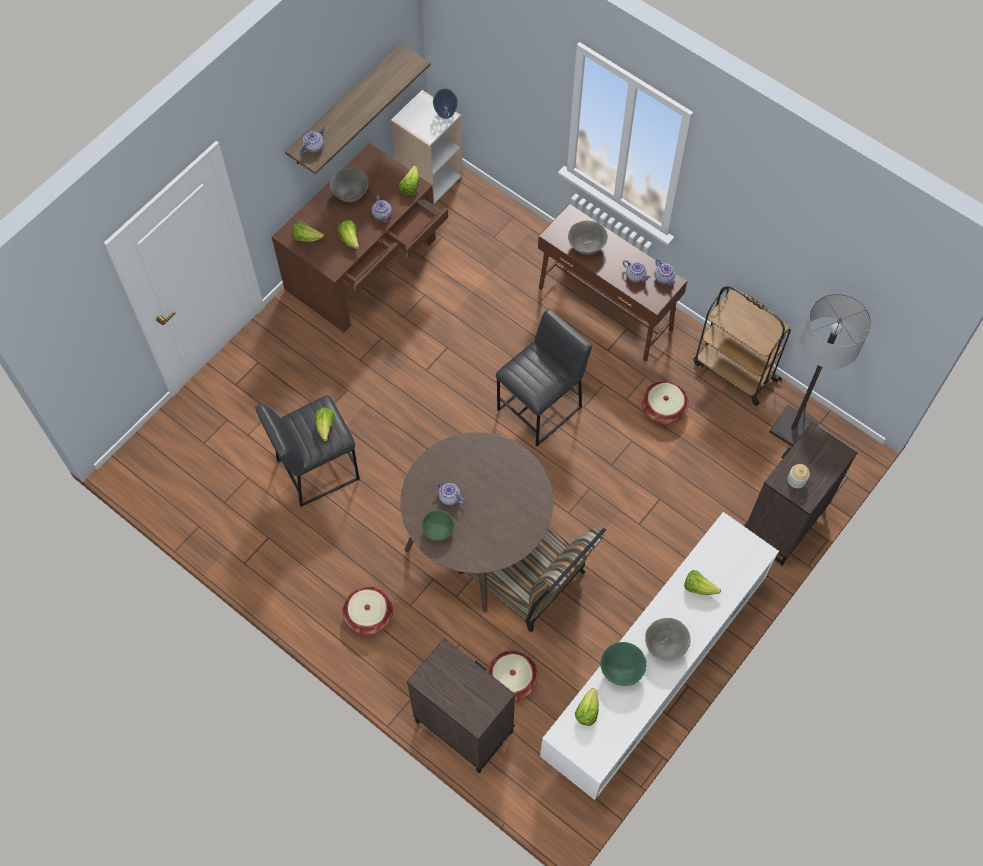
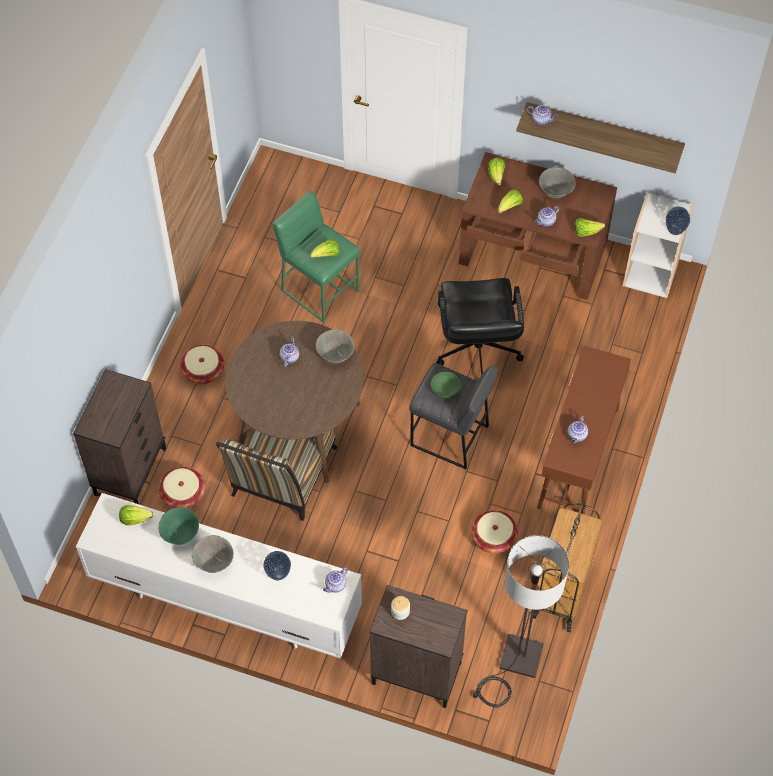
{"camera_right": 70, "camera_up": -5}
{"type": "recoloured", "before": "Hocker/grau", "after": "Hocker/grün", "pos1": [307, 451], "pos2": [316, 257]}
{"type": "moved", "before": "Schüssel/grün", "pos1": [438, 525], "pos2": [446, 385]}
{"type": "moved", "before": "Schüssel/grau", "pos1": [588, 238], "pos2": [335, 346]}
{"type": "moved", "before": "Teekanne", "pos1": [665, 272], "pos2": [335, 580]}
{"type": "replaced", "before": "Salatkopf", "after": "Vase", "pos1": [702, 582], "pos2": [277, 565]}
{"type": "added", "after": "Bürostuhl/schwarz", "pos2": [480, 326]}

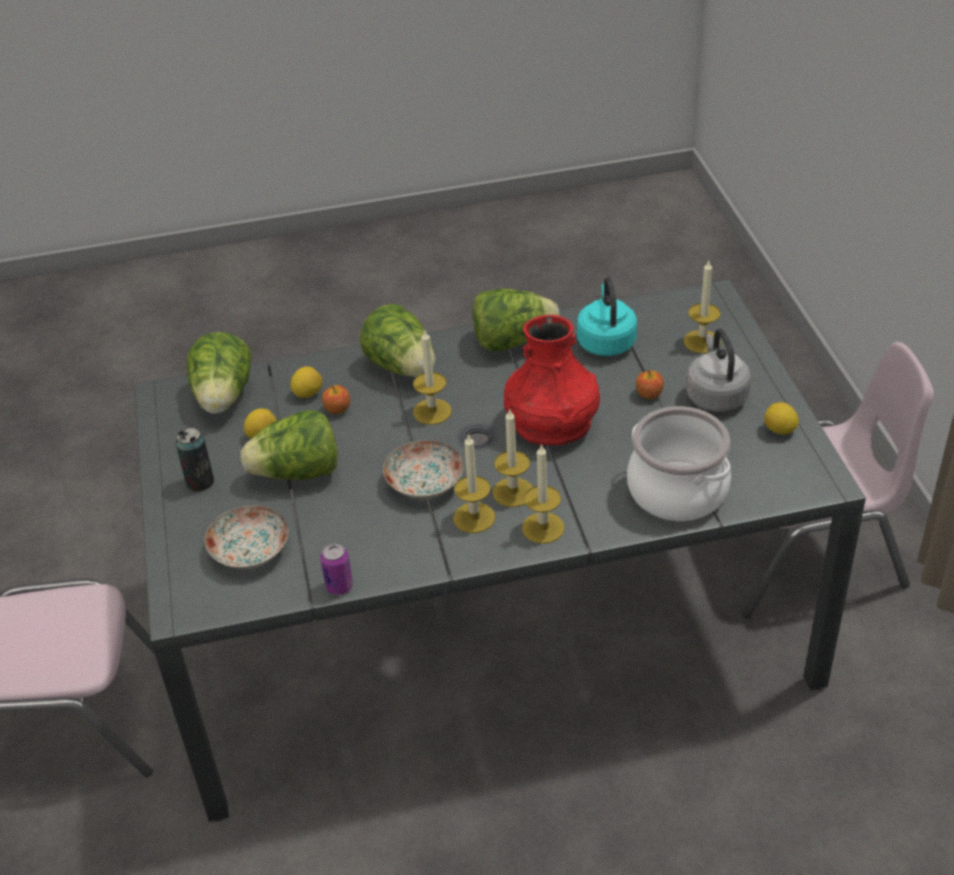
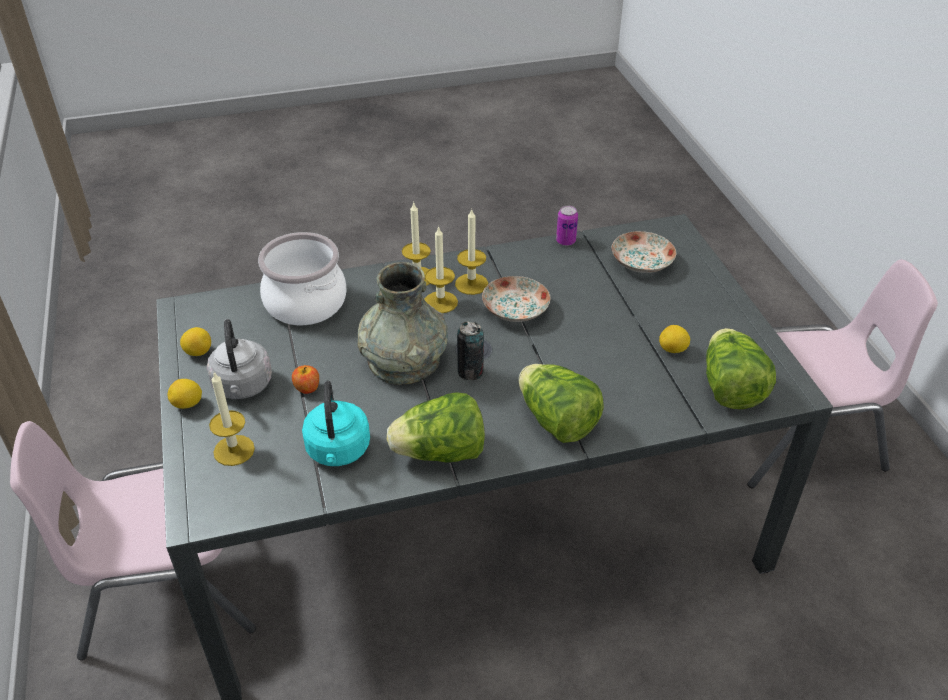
{"camera_right": 175, "camera_up": 0}
{"type": "moved", "before": "Dose", "pos1": [194, 459], "pos2": [470, 351]}
{"type": "removed", "before": "Salatkopf", "pos1": [289, 445]}
{"type": "moved", "before": "Zitrone", "pos1": [306, 382], "pos2": [184, 394]}
{"type": "removed", "before": "Apfel", "pos1": [336, 399]}
{"type": "removed", "before": "Kerze", "pos1": [432, 377]}
{"type": "recoloured", "before": "Vase/rot", "after": "Vase/grau", "pos1": [552, 380], "pos2": [402, 323]}

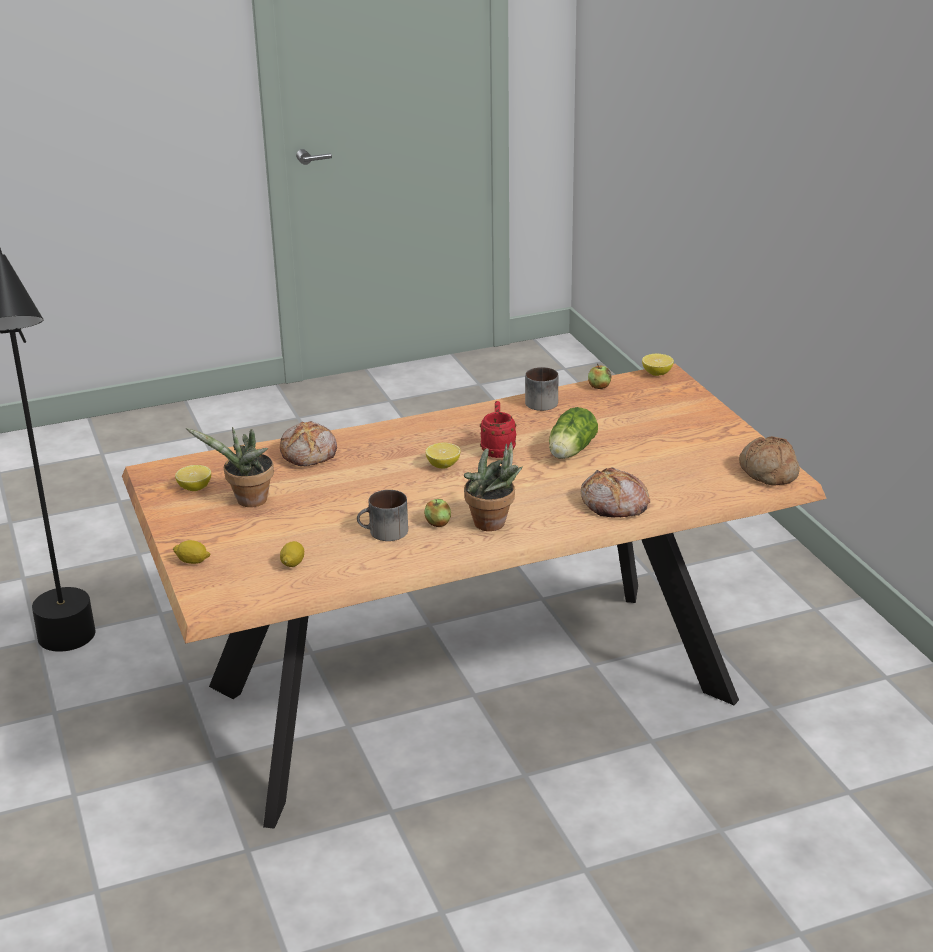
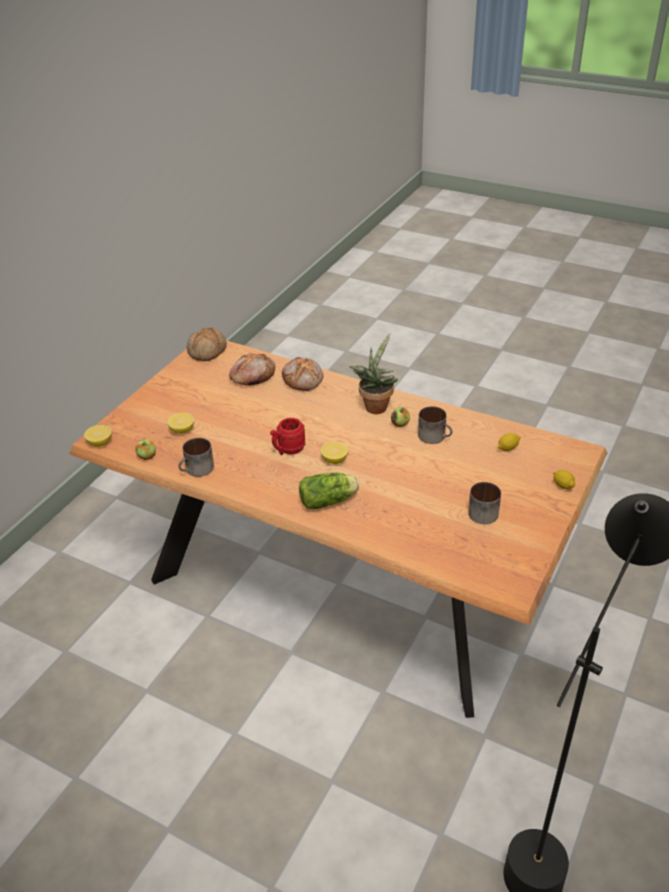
{"camera_right": -130, "camera_up": 10}
{"type": "moved", "before": "Zitrone", "pos1": [193, 478], "pos2": [181, 423]}
{"type": "replaced", "before": "Topfpflanze", "after": "Henkelbecher", "pos1": [230, 467], "pos2": [484, 503]}
{"type": "moved", "before": "Brot", "pos1": [308, 443], "pos2": [252, 369]}
{"type": "moved", "before": "Salatkopf", "pos1": [573, 433], "pos2": [329, 491]}

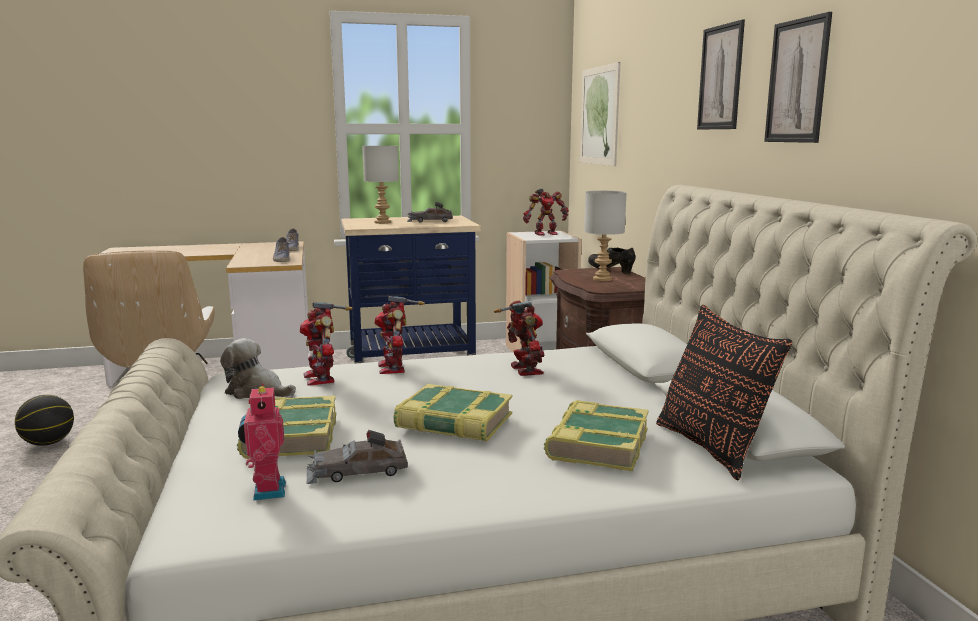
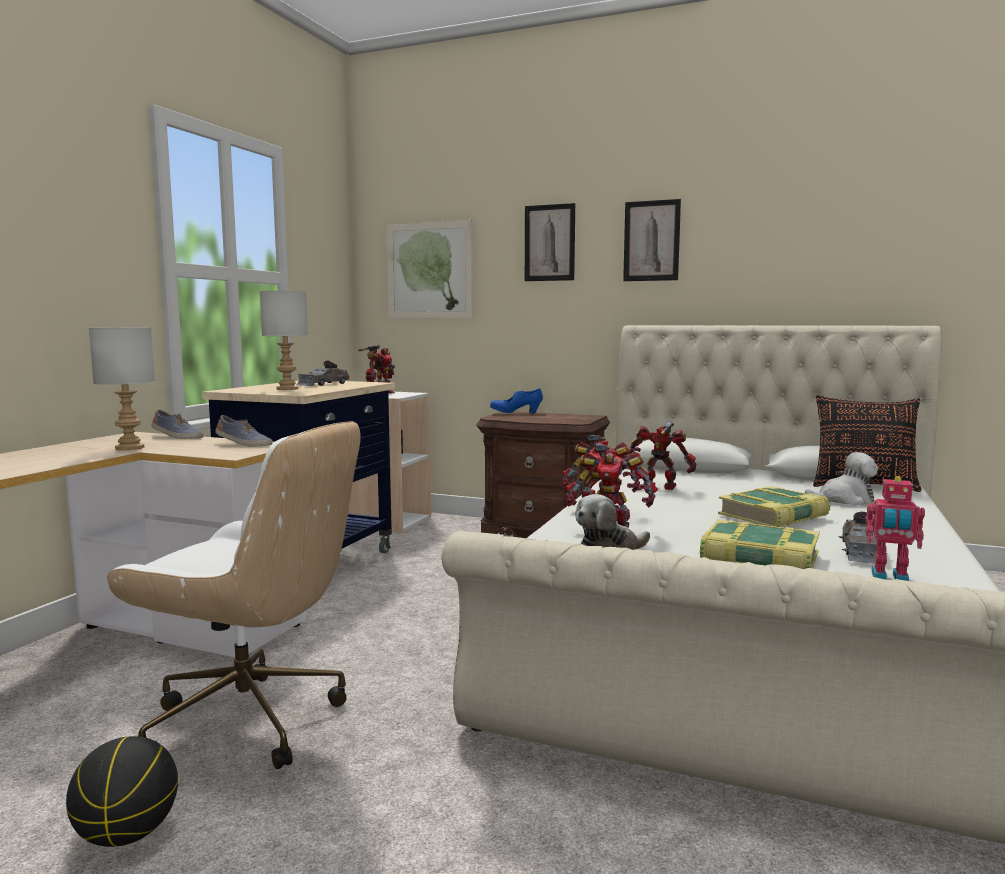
{"camera_right": -55, "camera_up": -5}
{"type": "replaced", "before": "Buch", "after": "Plüschtier", "pos1": [596, 435], "pos2": [841, 478]}
{"type": "moved", "before": "Tischlampe/grau", "pos1": [605, 236], "pos2": [122, 388]}
{"type": "recoloured", "before": "Schuh/schwarz", "after": "Schuh/blau", "pos1": [611, 261], "pos2": [516, 400]}
{"type": "moved", "before": "Bild", "pos1": [798, 77], "pos2": [550, 242]}

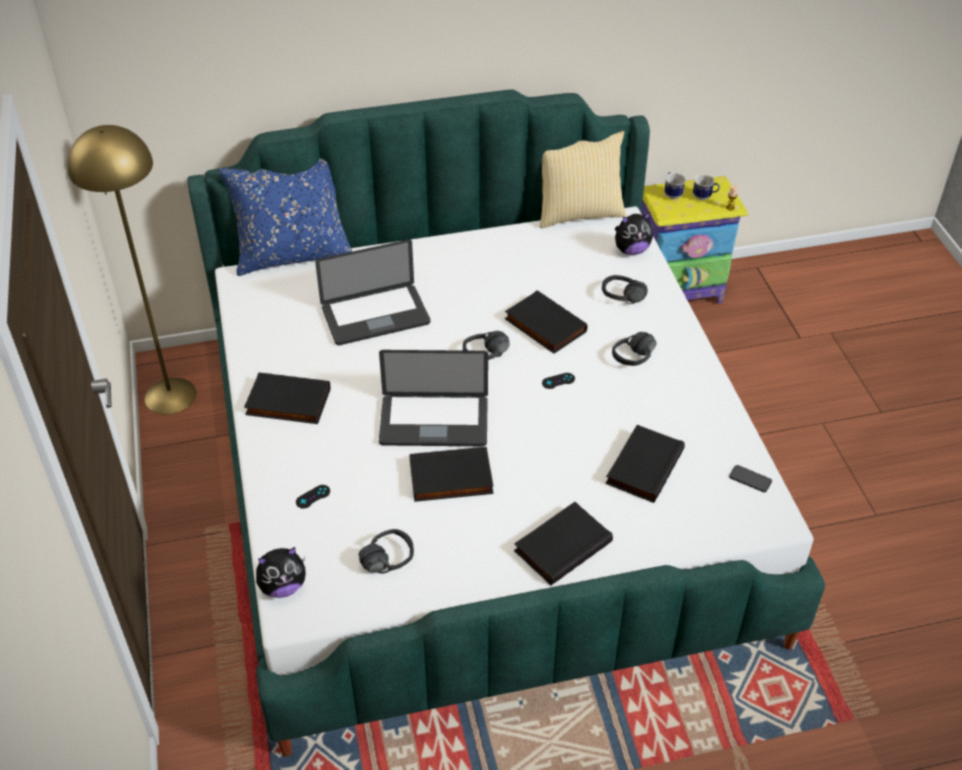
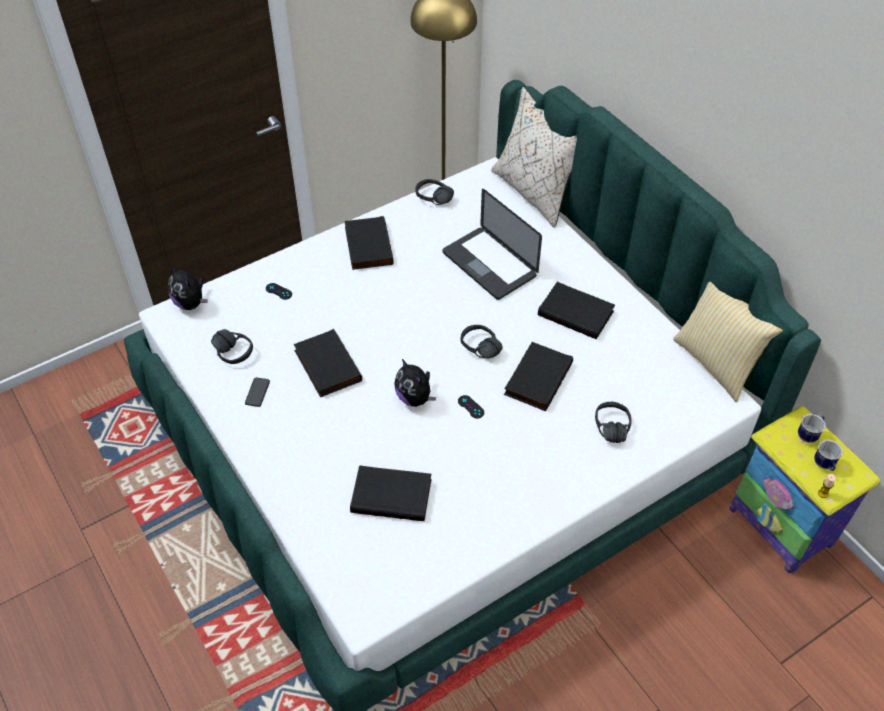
{"camera_right": 70, "camera_up": 5}
{"type": "recoloured", "before": "Kissen/blau", "after": "Kissen/beige", "pos1": [285, 217], "pos2": [534, 157]}
{"type": "removed", "before": "Laptop", "pos1": [433, 398]}
{"type": "moved", "before": "Buch/schwarz", "pos1": [563, 543], "pos2": [576, 310]}
{"type": "moved", "before": "Kopfhörer/schwarz", "pos1": [634, 349], "pos2": [435, 192]}
{"type": "moved", "before": "Plüschtier", "pos1": [634, 233], "pos2": [415, 383]}
{"type": "moved", "before": "Handy", "pos1": [750, 478], "pos2": [257, 392]}

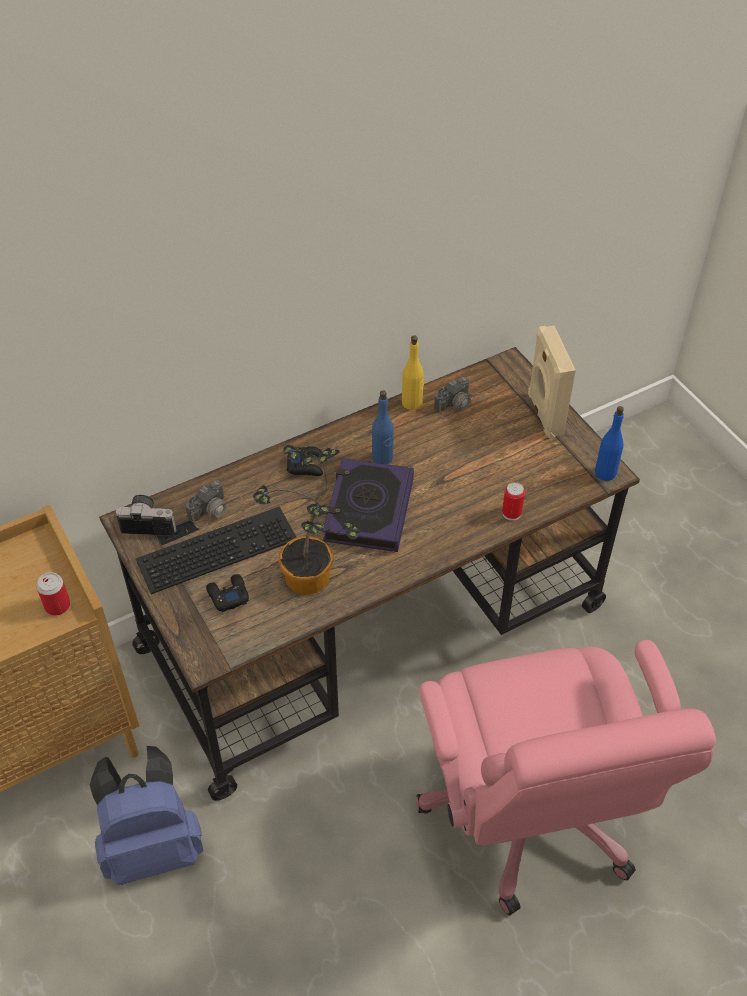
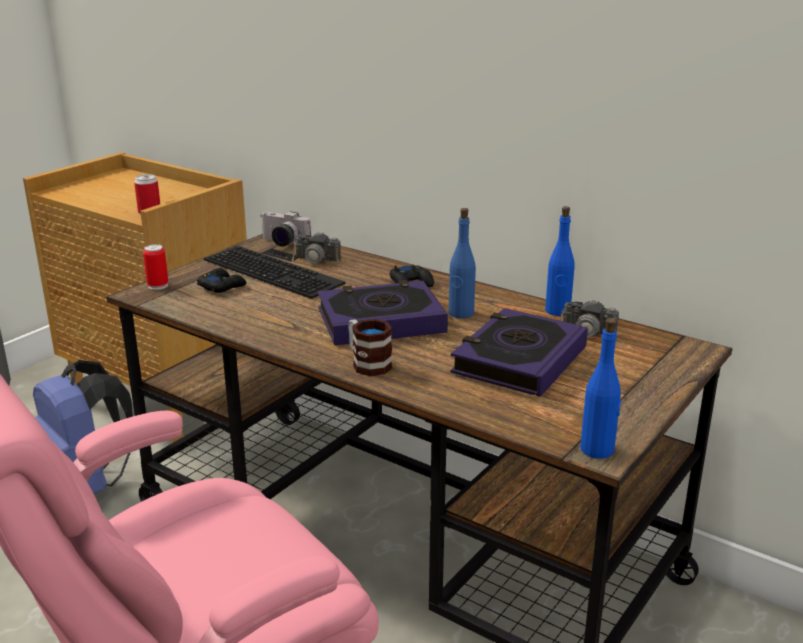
{"camera_right": 65, "camera_up": -25}
{"type": "turned", "before": "Kamera", "pos1": [146, 515], "pos2": [286, 229], "turn": 135}
{"type": "removed", "before": "Topfpflanze", "pos1": [306, 520]}
{"type": "recoloured", "before": "Flasche/gelb", "after": "Flasche/blau", "pos1": [413, 372], "pos2": [560, 261]}
{"type": "moved", "before": "Dose", "pos1": [513, 501], "pos2": [155, 267]}
{"type": "removed", "before": "Lautsprecher/beige", "pos1": [552, 382]}
{"type": "added", "after": "Henkelbecher", "pos2": [370, 347]}
{"type": "added", "after": "Buch", "pos2": [519, 352]}

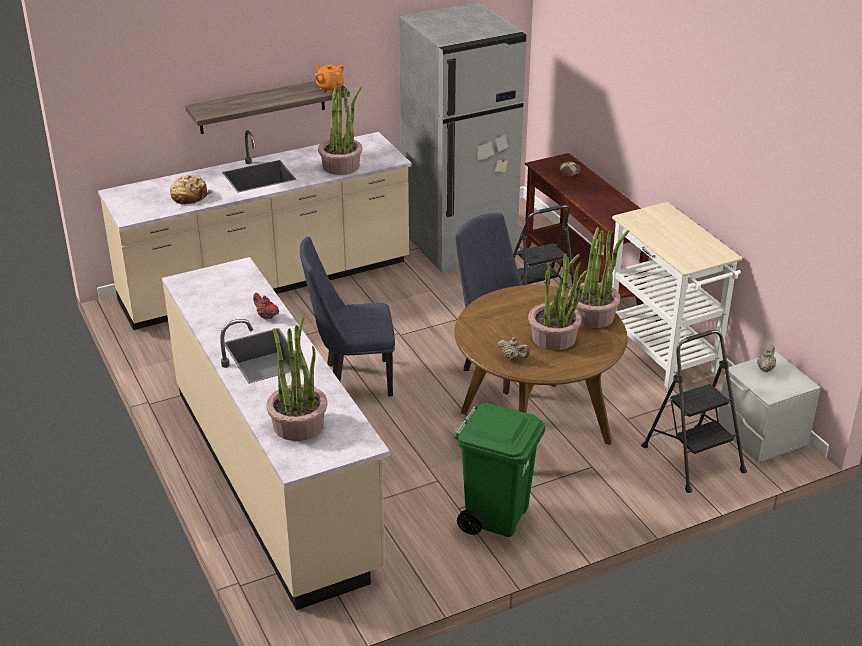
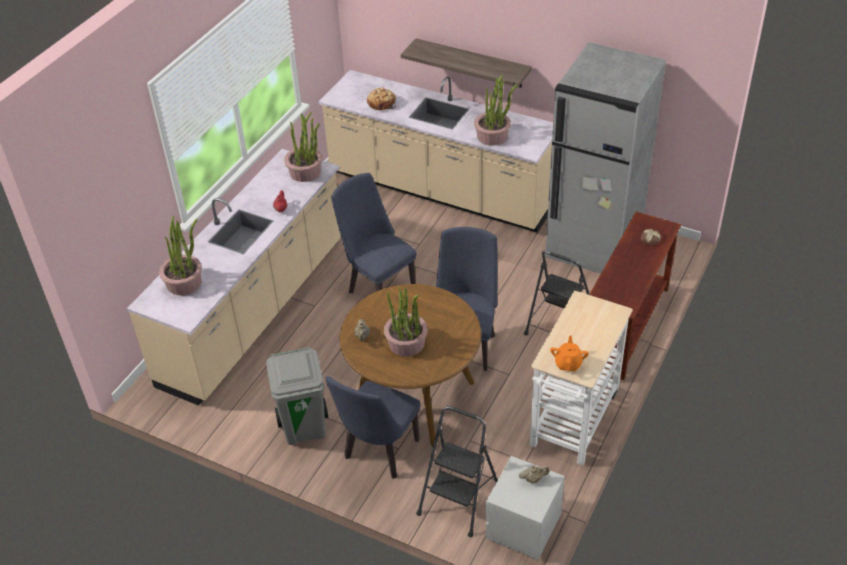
{"camera_right": 55, "camera_up": 10}
{"type": "moved", "before": "Teekanne/orange", "pos1": [329, 78], "pos2": [569, 353]}
{"type": "recoloured", "before": "Mülleimer/grün", "after": "Mülleimer/grau", "pos1": [499, 470], "pos2": [297, 396]}
{"type": "moved", "before": "Topfpflanze", "pos1": [598, 277], "pos2": [303, 147]}
{"type": "added", "after": "Stuhl/blau", "pos2": [373, 427]}

